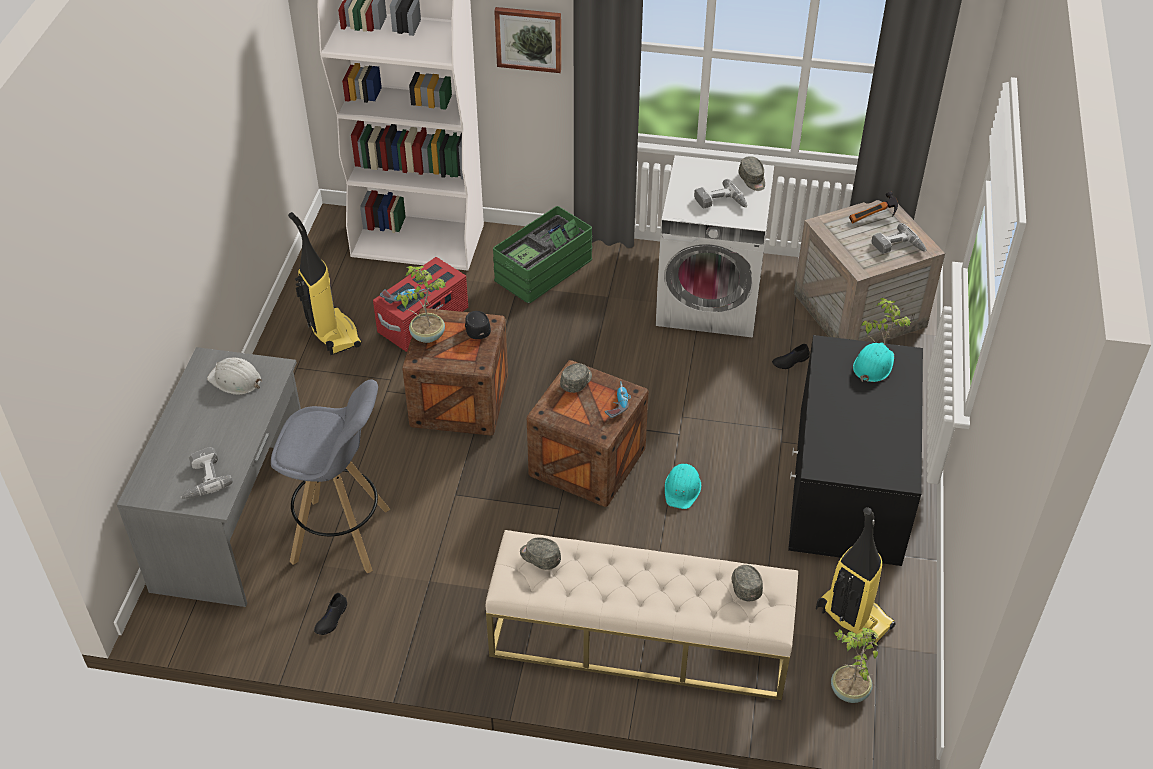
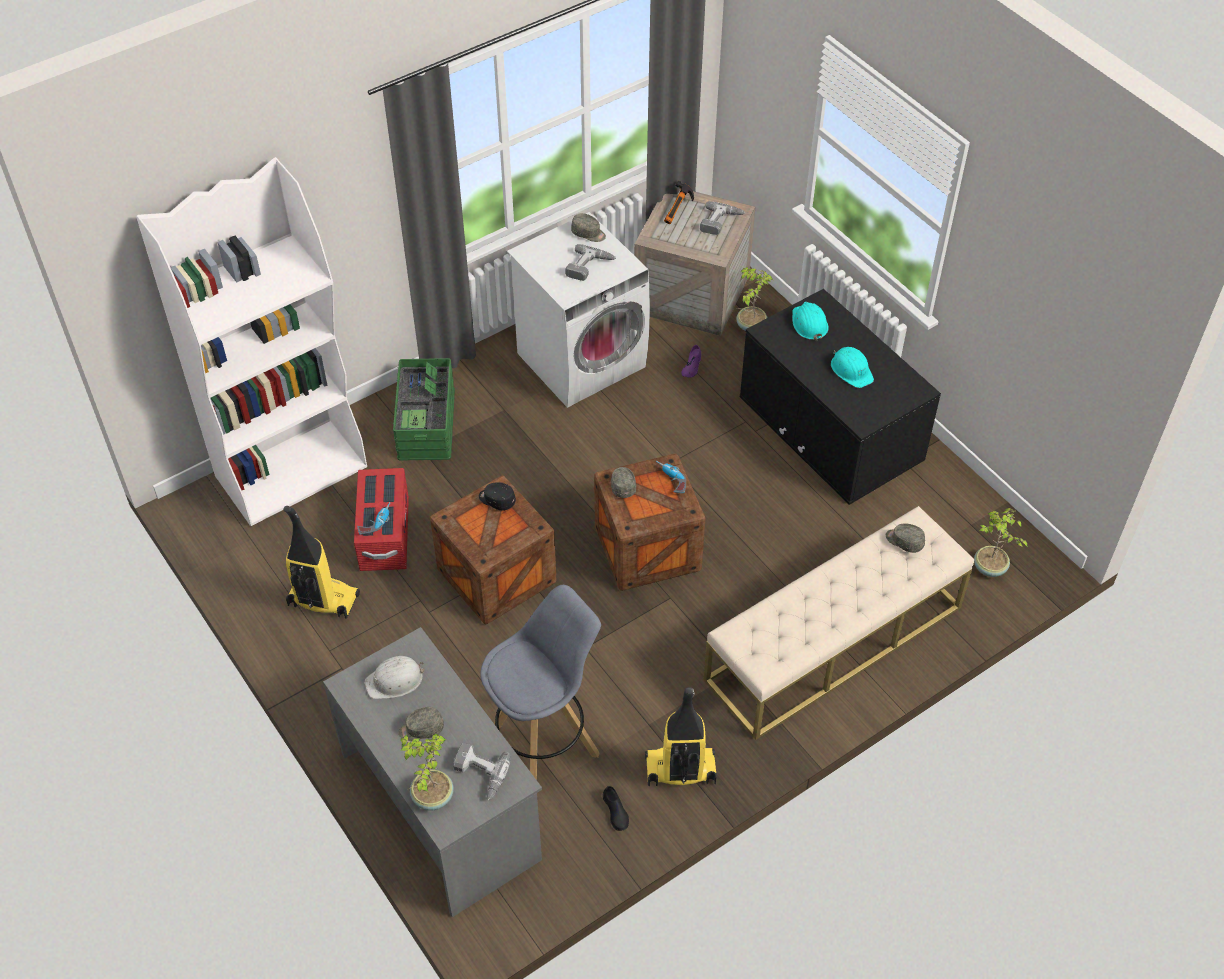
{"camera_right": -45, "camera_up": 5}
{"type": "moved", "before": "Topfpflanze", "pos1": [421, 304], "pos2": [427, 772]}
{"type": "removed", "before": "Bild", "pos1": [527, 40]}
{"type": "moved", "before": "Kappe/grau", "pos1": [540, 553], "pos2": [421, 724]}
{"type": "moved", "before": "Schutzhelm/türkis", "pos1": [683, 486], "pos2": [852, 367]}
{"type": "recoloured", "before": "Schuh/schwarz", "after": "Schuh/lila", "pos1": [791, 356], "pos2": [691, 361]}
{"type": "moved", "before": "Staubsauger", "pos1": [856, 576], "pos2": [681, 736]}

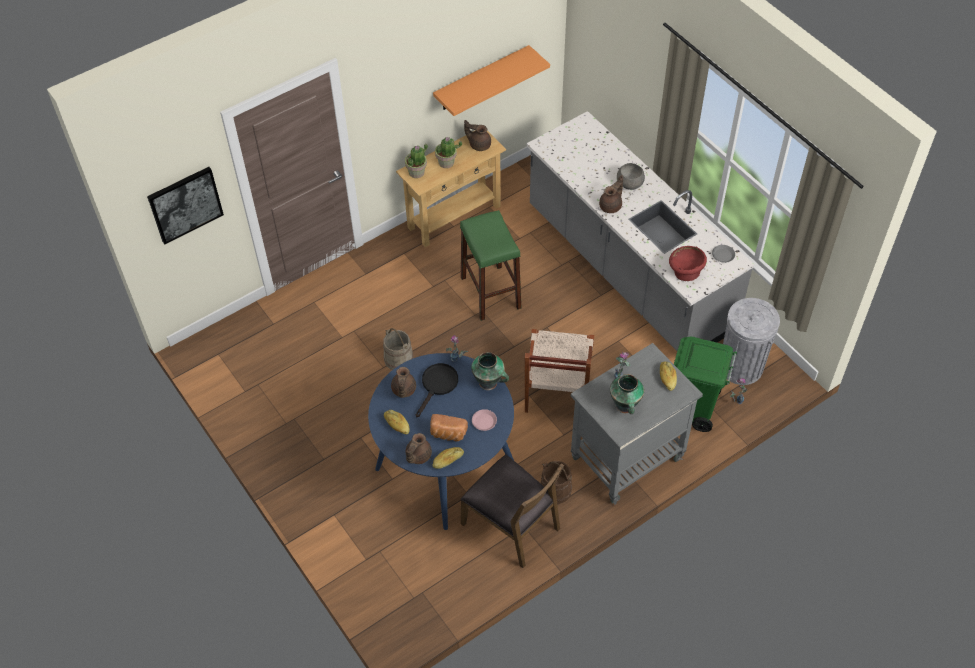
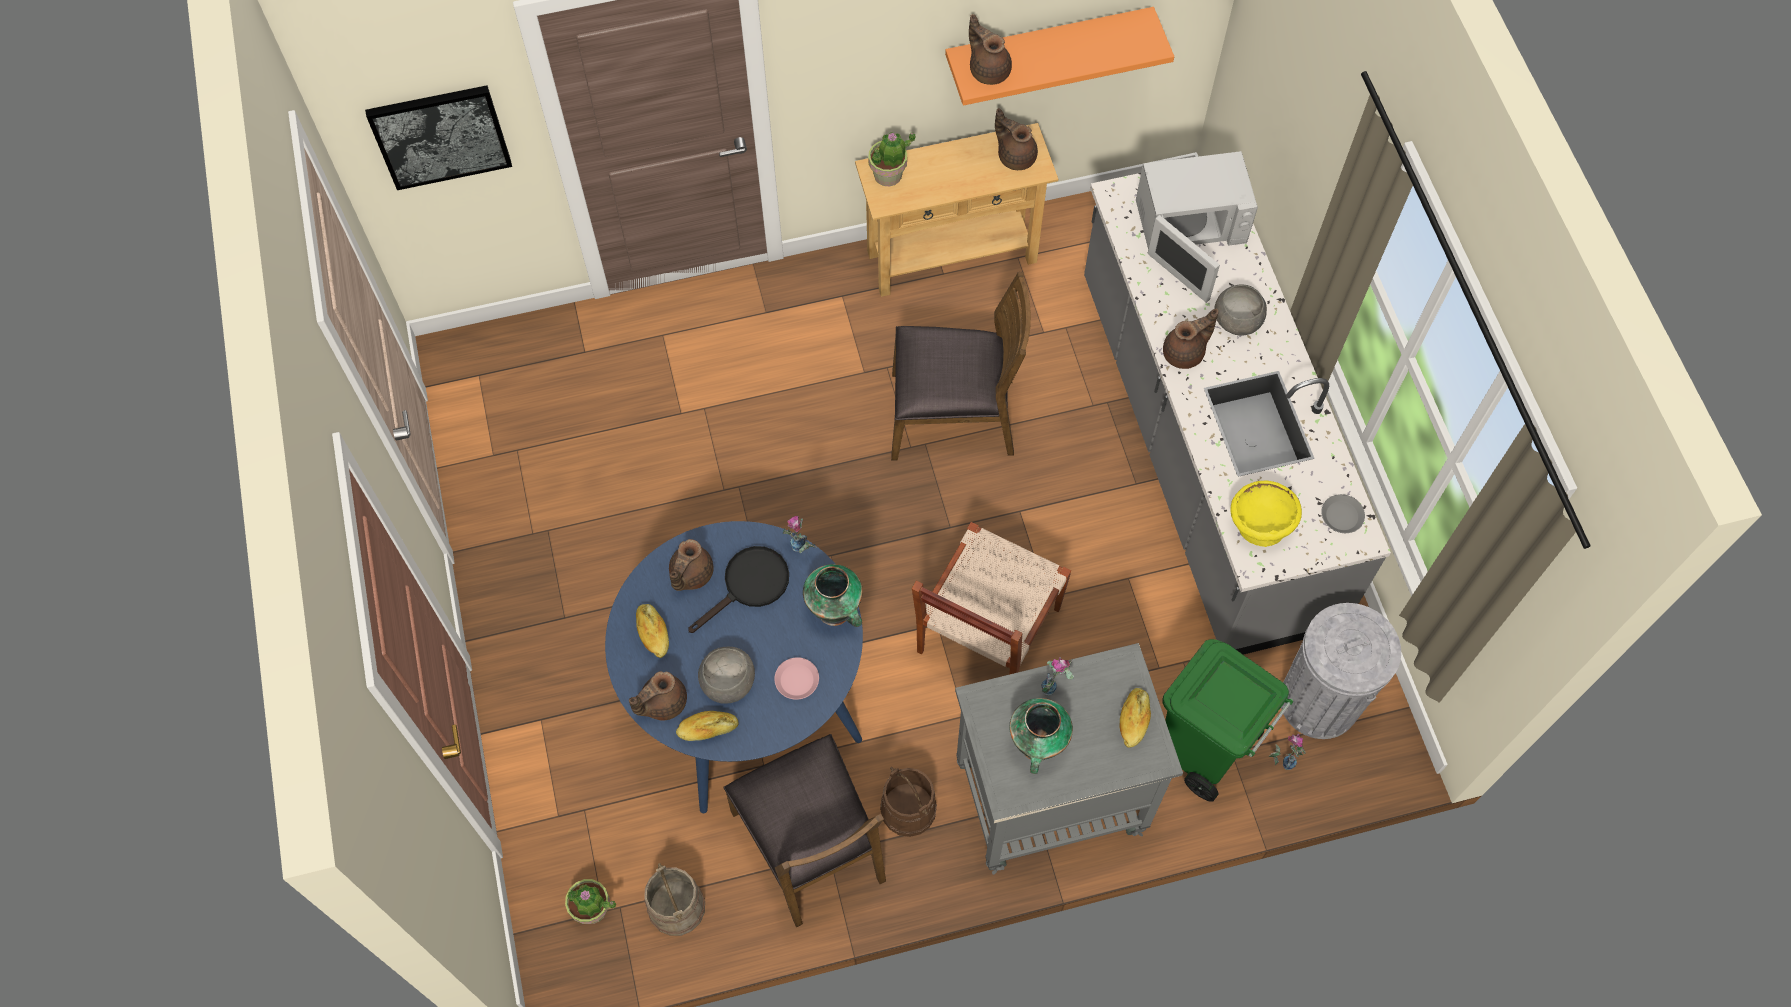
{"camera_right": 20, "camera_up": 10}
{"type": "moved", "before": "Eimer/beige", "pos1": [398, 349], "pos2": [674, 899]}
{"type": "replaced", "before": "Brot", "after": "Schüssel/grau", "pos1": [449, 427], "pos2": [726, 675]}
{"type": "moved", "before": "Topfpflanze", "pos1": [448, 152], "pos2": [591, 901]}
{"type": "replaced", "before": "Hocker/grün", "after": "Stuhl/braun", "pos1": [491, 265], "pos2": [961, 366]}
{"type": "recoloured", "before": "Schüssel/rot", "after": "Schüssel/gelb", "pos1": [688, 263], "pos2": [1266, 513]}
{"type": "added", "after": "Teekanne/braun", "pos2": [990, 49]}
{"type": "added", "after": "Mikrowelle/weiß", "pos2": [1197, 227]}

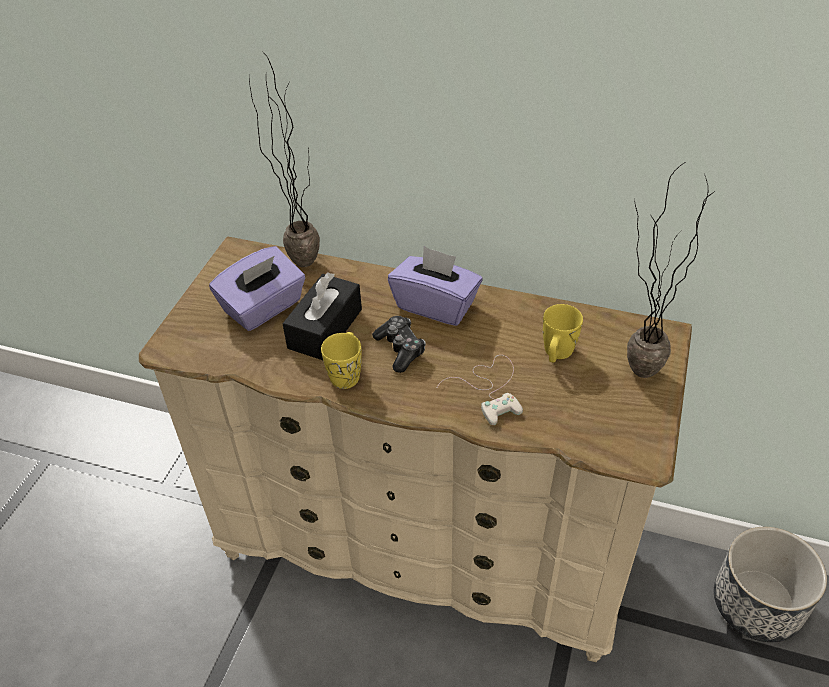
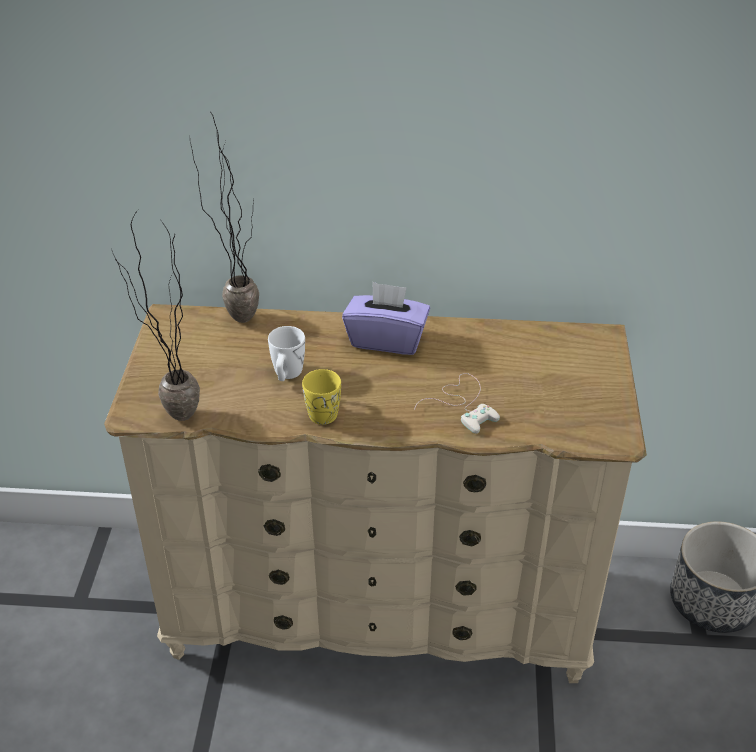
{"camera_right": -15, "camera_up": -5}
{"type": "removed", "before": "Taschentuchbox/lila", "pos1": [257, 288]}
{"type": "replaced", "before": "Taschentuchbox/schwarz", "after": "Henkelbecher/weiß", "pos1": [322, 316], "pos2": [286, 353]}
{"type": "removed", "before": "Gamepad", "pos1": [399, 344]}
{"type": "removed", "before": "Henkelbecher/gelb", "pos1": [563, 333]}
{"type": "moved", "before": "Topfpflanze", "pos1": [671, 270], "pos2": [156, 315]}

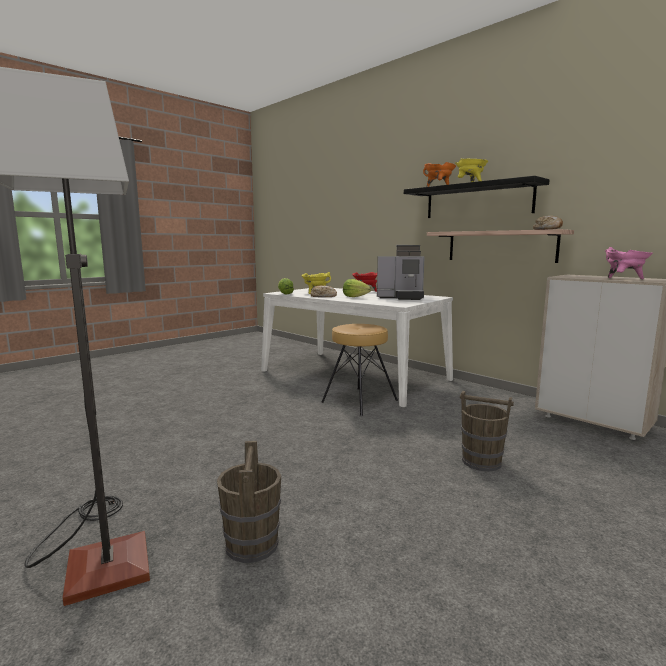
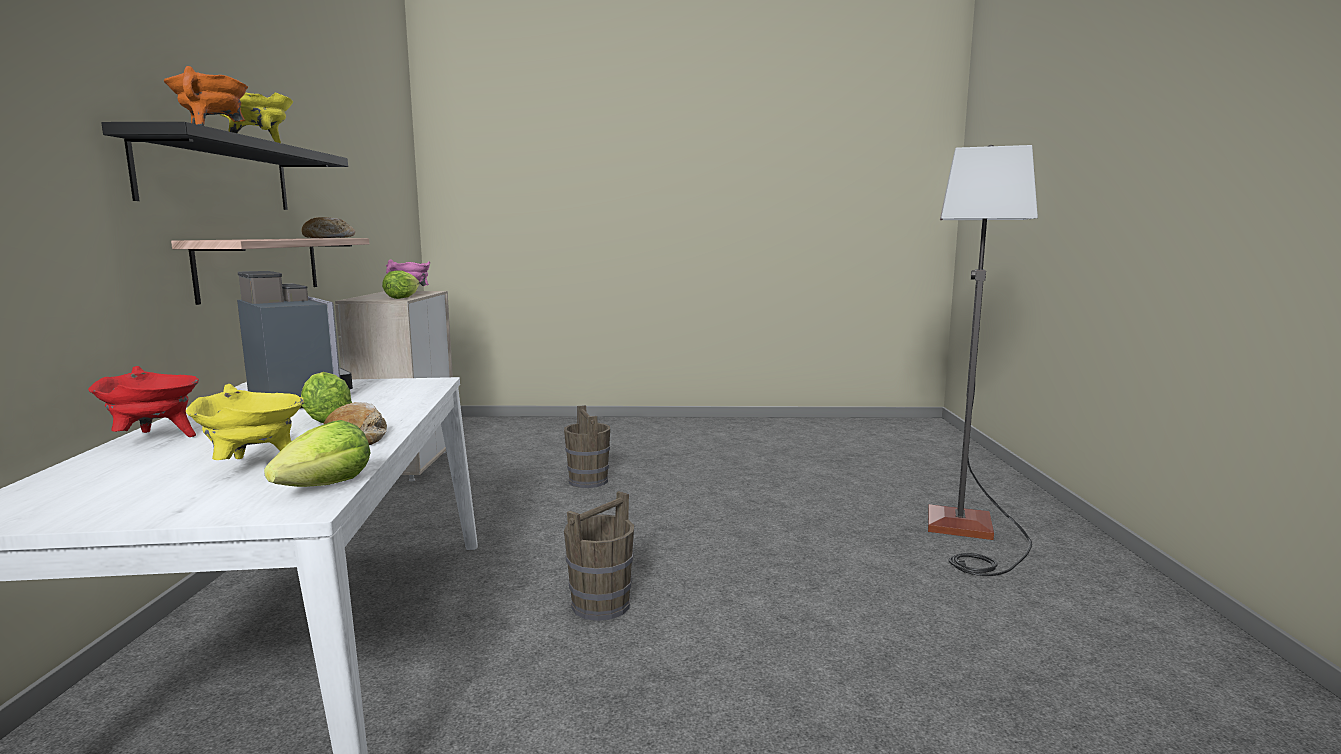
{"camera_right": -135, "camera_up": 0}
{"type": "moved", "before": "Eimer/braun", "pos1": [249, 502], "pos2": [599, 556]}
{"type": "removed", "before": "Hocker/braun", "pos1": [360, 370]}
{"type": "added", "after": "Salatkopf", "pos2": [401, 284]}

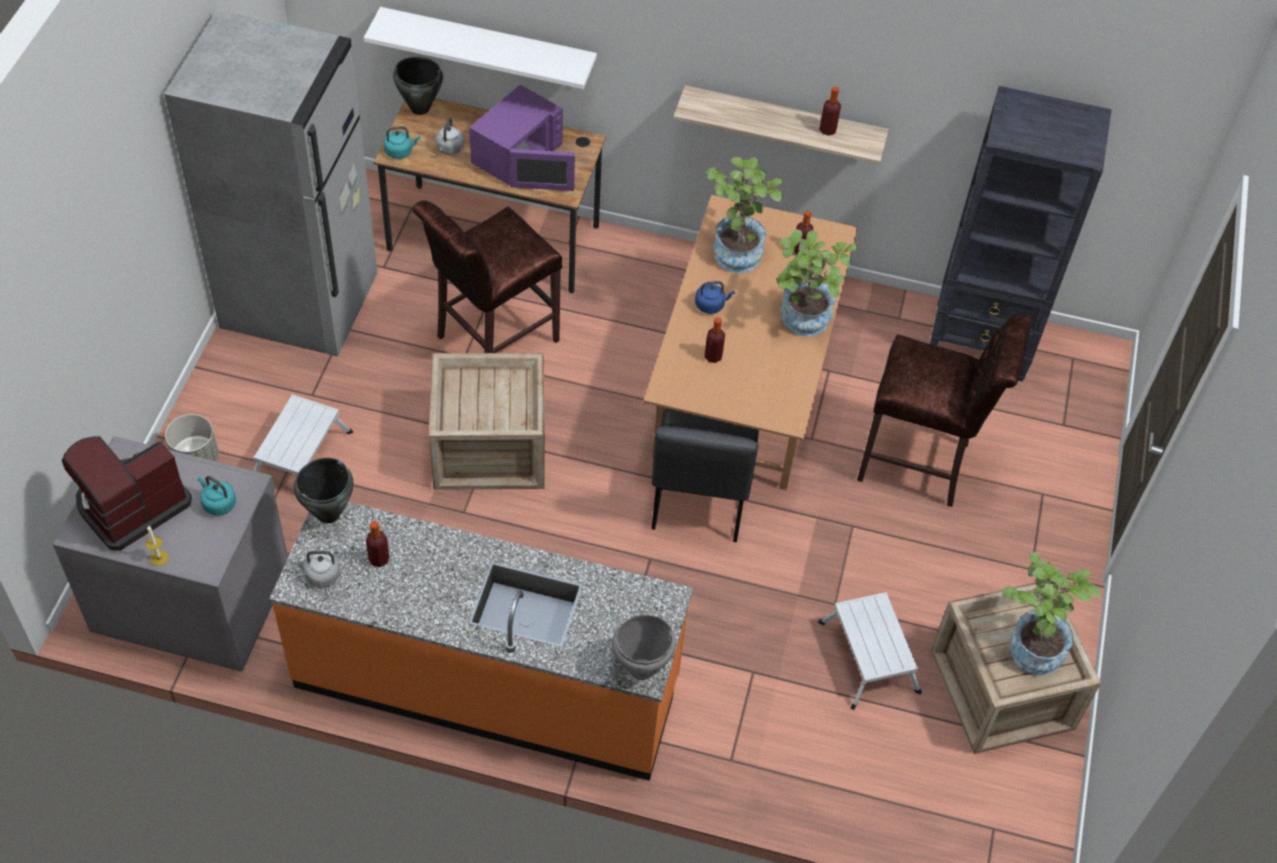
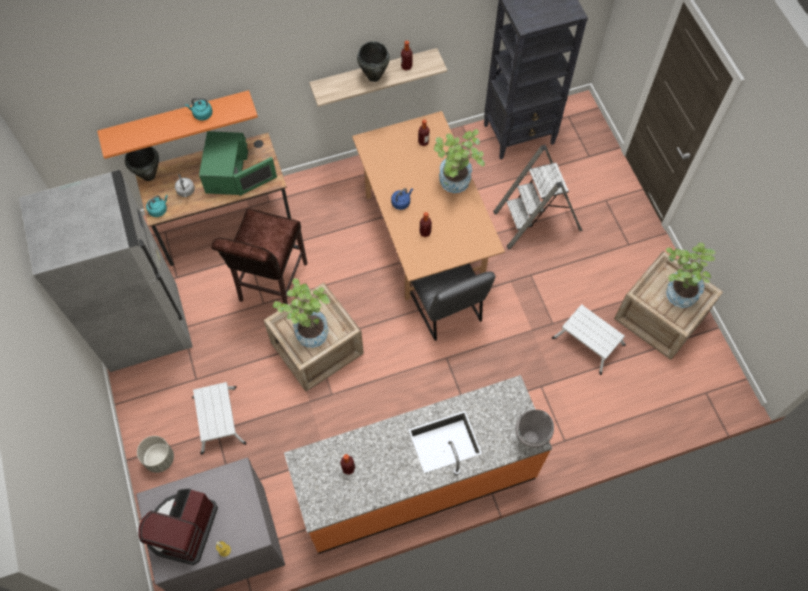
{"camera_right": -30, "camera_up": 10}
{"type": "moved", "before": "Wasserkessel/türkis", "pos1": [217, 496], "pos2": [199, 109]}
{"type": "moved", "before": "Kochtopf/schwarz", "pos1": [323, 491], "pos2": [373, 61]}
{"type": "removed", "before": "Wasserkessel/grau", "pos1": [317, 569]}
{"type": "recoloured", "before": "Wandregal/weiß", "after": "Wandregal/orange", "pos1": [480, 48], "pos2": [177, 124]}
{"type": "recoloured", "before": "Mikrowelle/lila", "after": "Mikrowelle/grün", "pos1": [522, 138], "pos2": [238, 163]}
{"type": "moved", "before": "Topfpflanze", "pos1": [744, 215], "pos2": [301, 313]}
{"type": "replaced", "before": "Hocker/braun", "after": "Trittleiter/grau", "pos1": [944, 410], "pos2": [538, 197]}

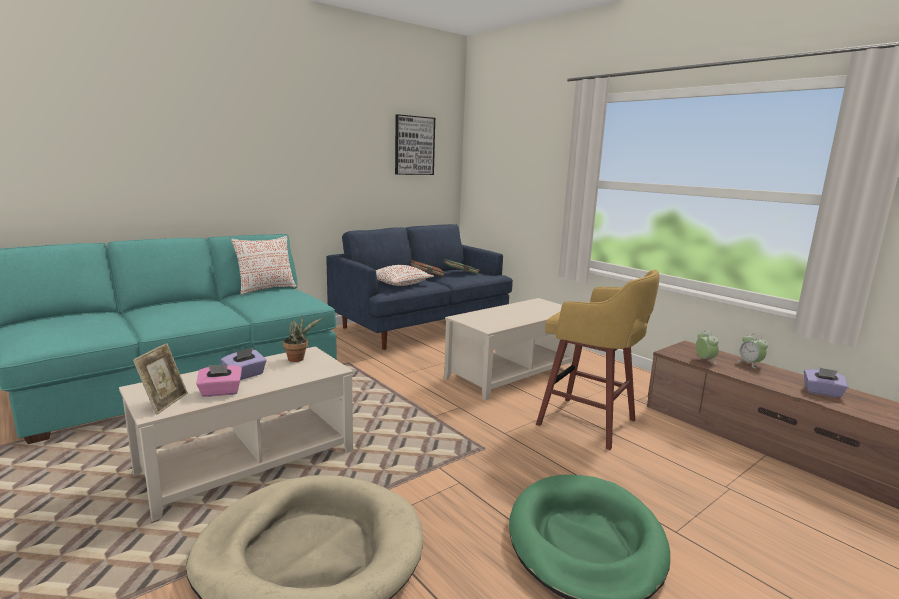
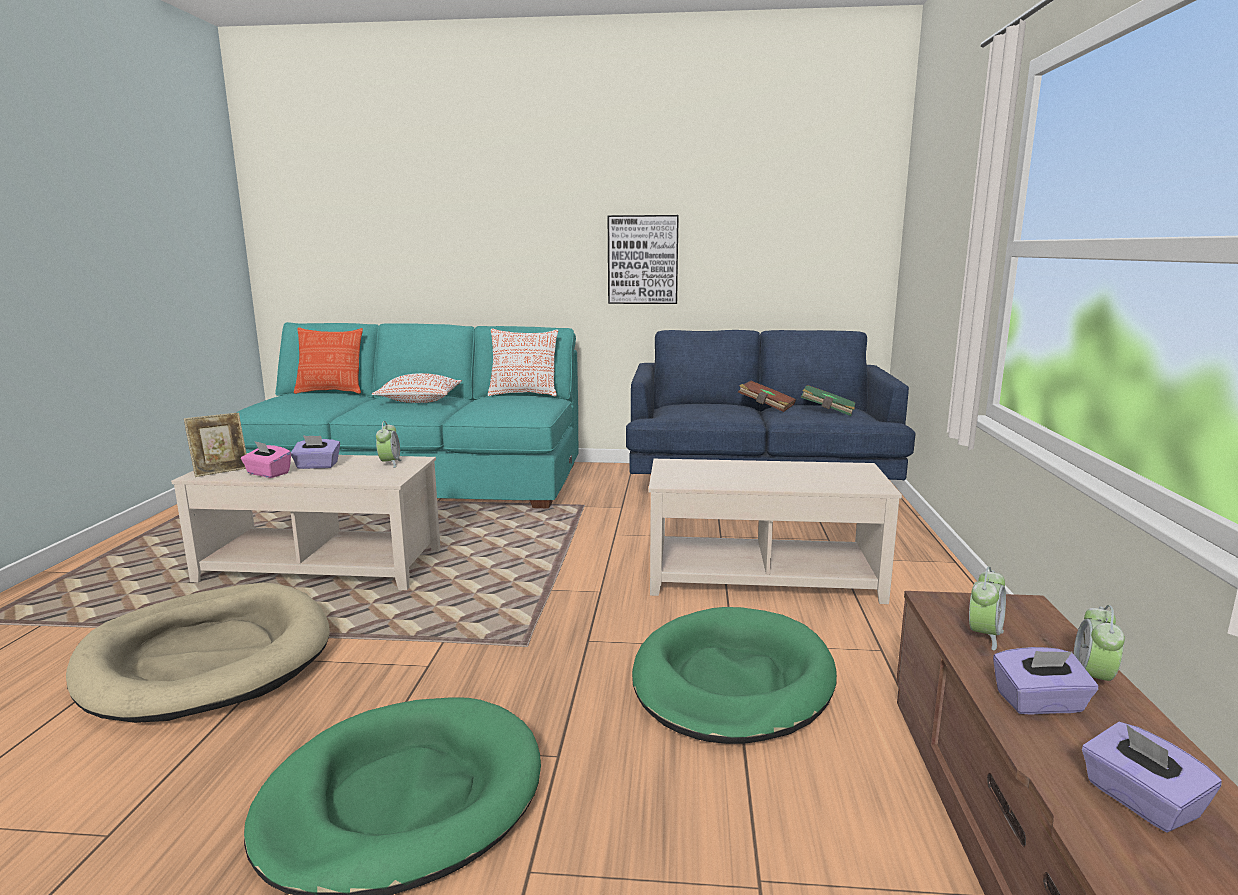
{"camera_right": 45, "camera_up": 0}
{"type": "replaced", "before": "Topfpflanze", "after": "Wecker", "pos1": [303, 338], "pos2": [388, 444]}
{"type": "moved", "before": "Kissen/weiß", "pos1": [405, 275], "pos2": [416, 388]}
{"type": "moved", "before": "Bild", "pos1": [415, 144], "pos2": [643, 259]}
{"type": "replaced", "before": "Hocker/gelb", "after": "Hundebett/grün", "pos1": [597, 360], "pos2": [734, 675]}
{"type": "added", "after": "Kissen/orange", "pos2": [328, 360]}
{"type": "added", "after": "Taschentuchbox/lila", "pos2": [1045, 681]}

